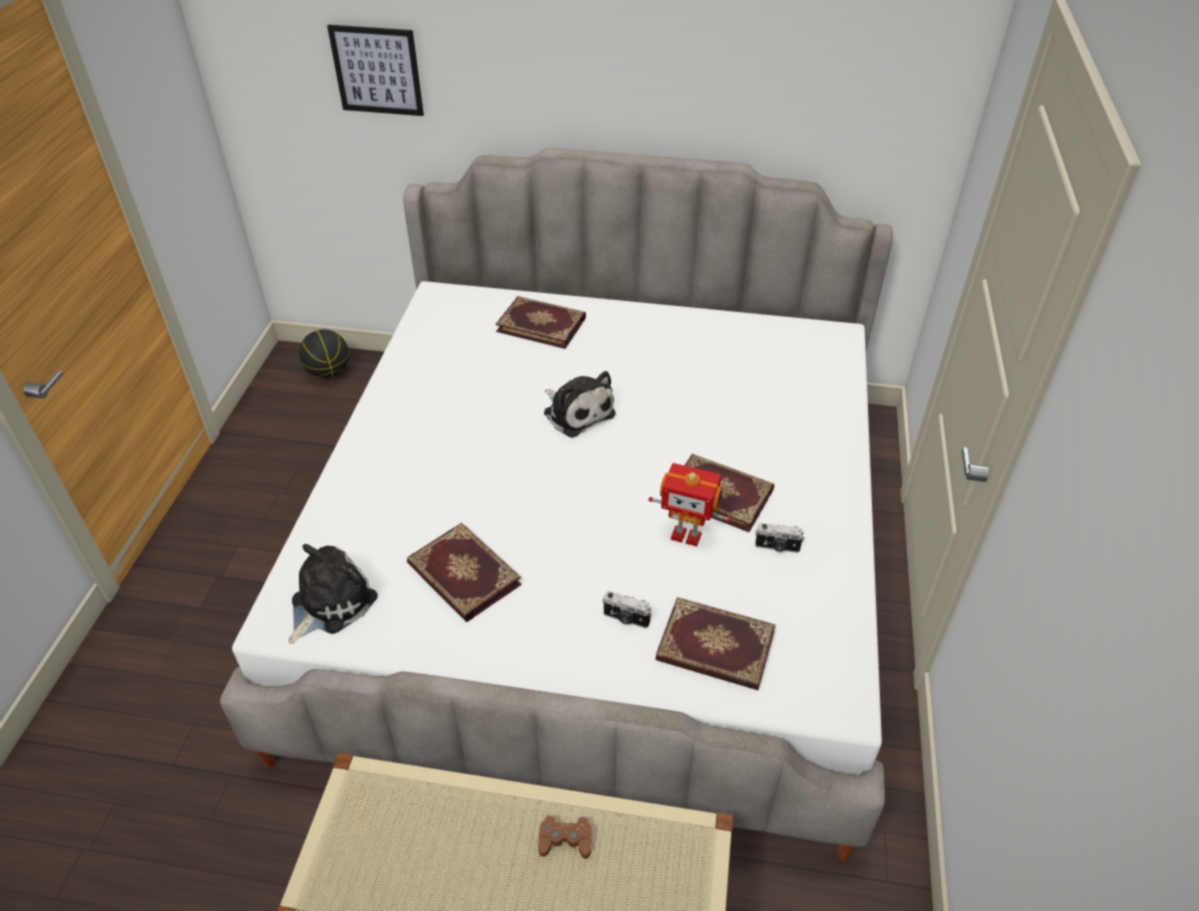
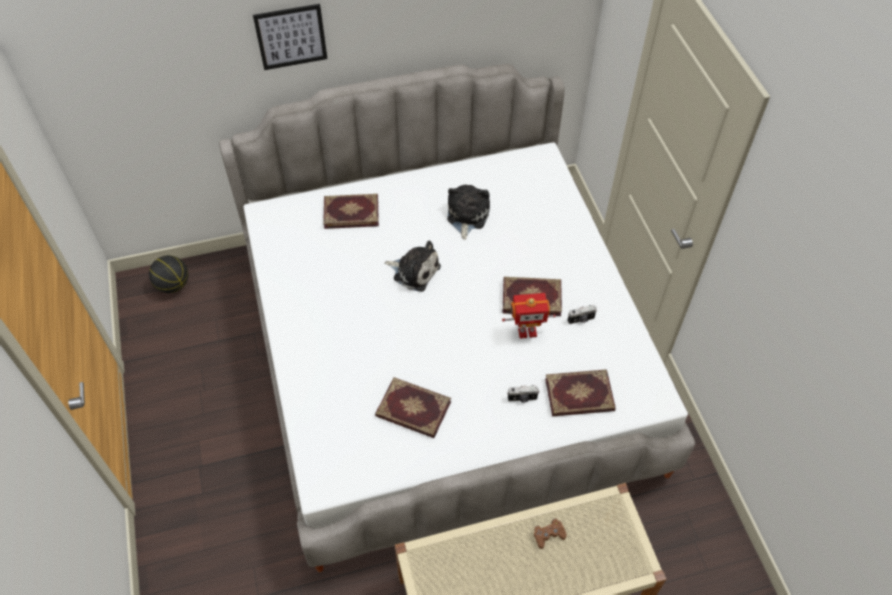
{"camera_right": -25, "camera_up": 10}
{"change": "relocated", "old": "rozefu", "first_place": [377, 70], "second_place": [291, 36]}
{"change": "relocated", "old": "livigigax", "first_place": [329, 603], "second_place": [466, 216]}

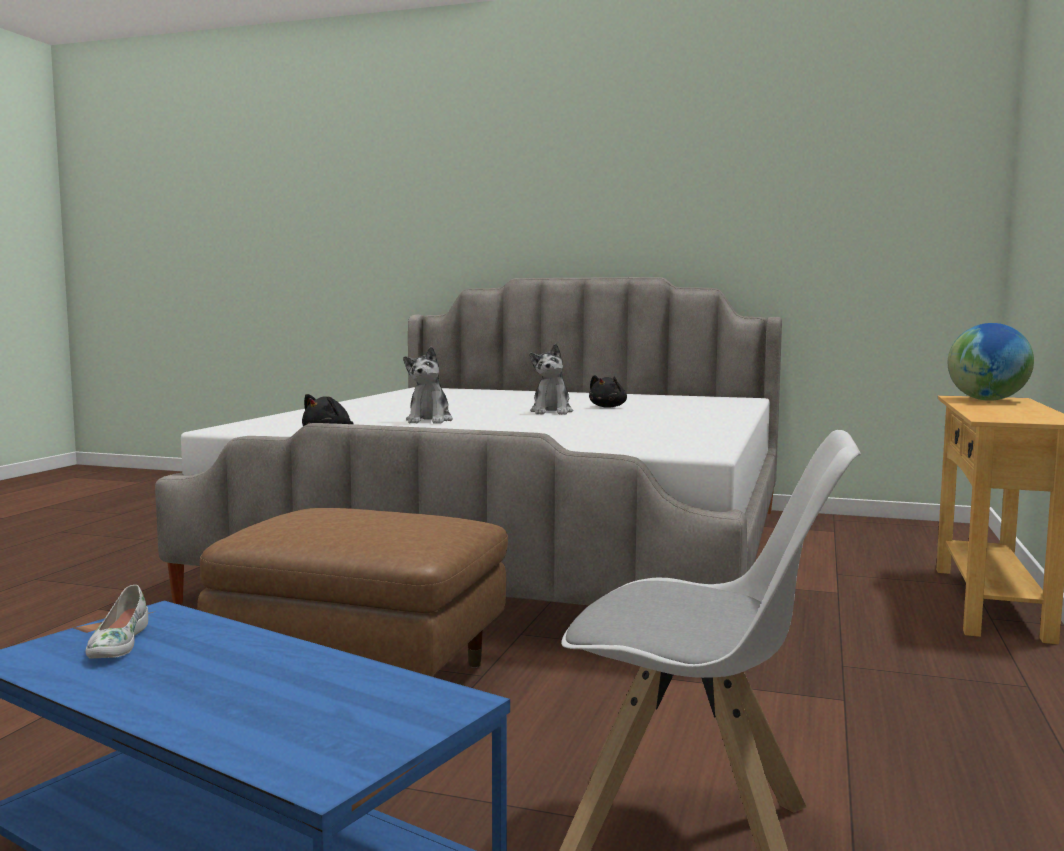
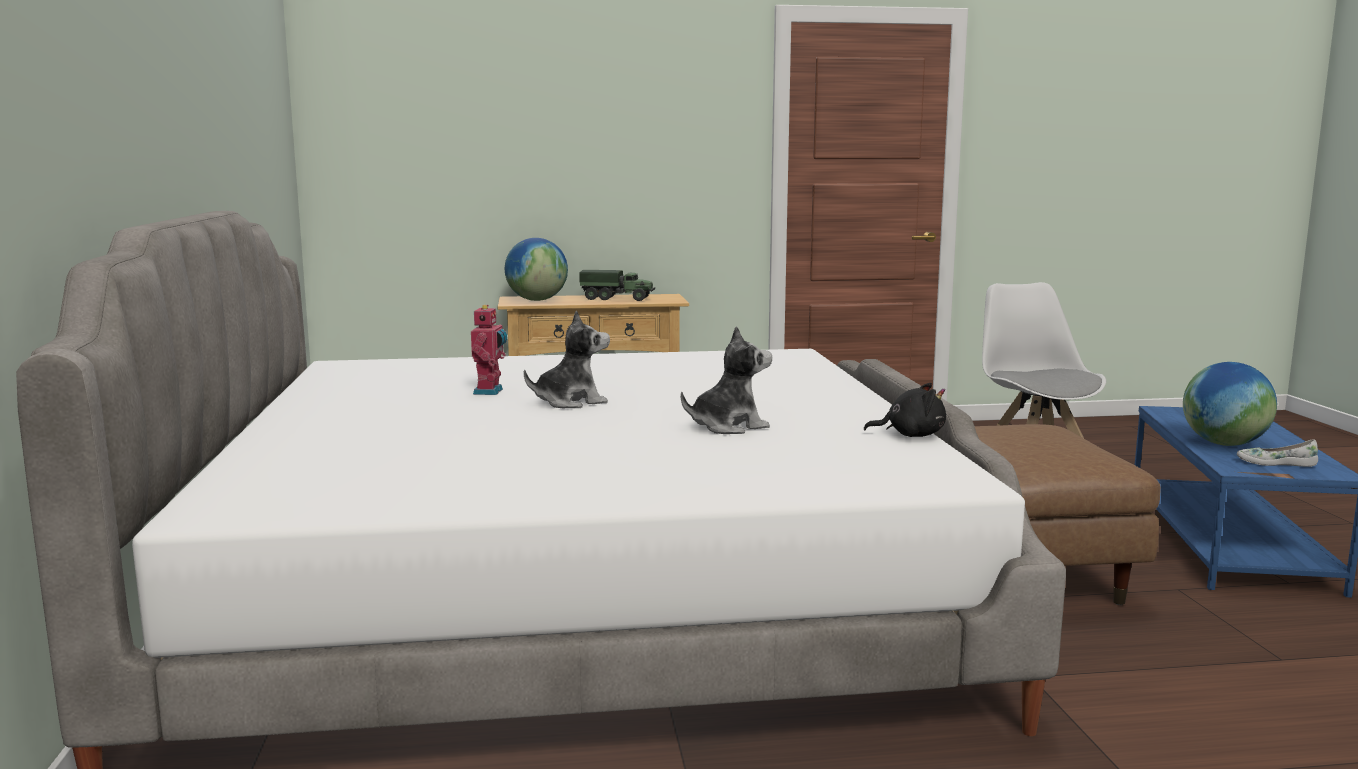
{"camera_right": -115, "camera_up": 5}
{"change": "exchanged", "old": "black livigigax", "new": "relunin", "first_place": [608, 407], "second_place": [490, 391]}
{"change": "spun", "old": "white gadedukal", "first_place": [117, 643], "second_place": [1275, 463], "degrees": -135}
{"change": "appeared", "new": "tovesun", "second_place": [617, 298]}
{"change": "appeared", "new": "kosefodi", "second_place": [1225, 444]}

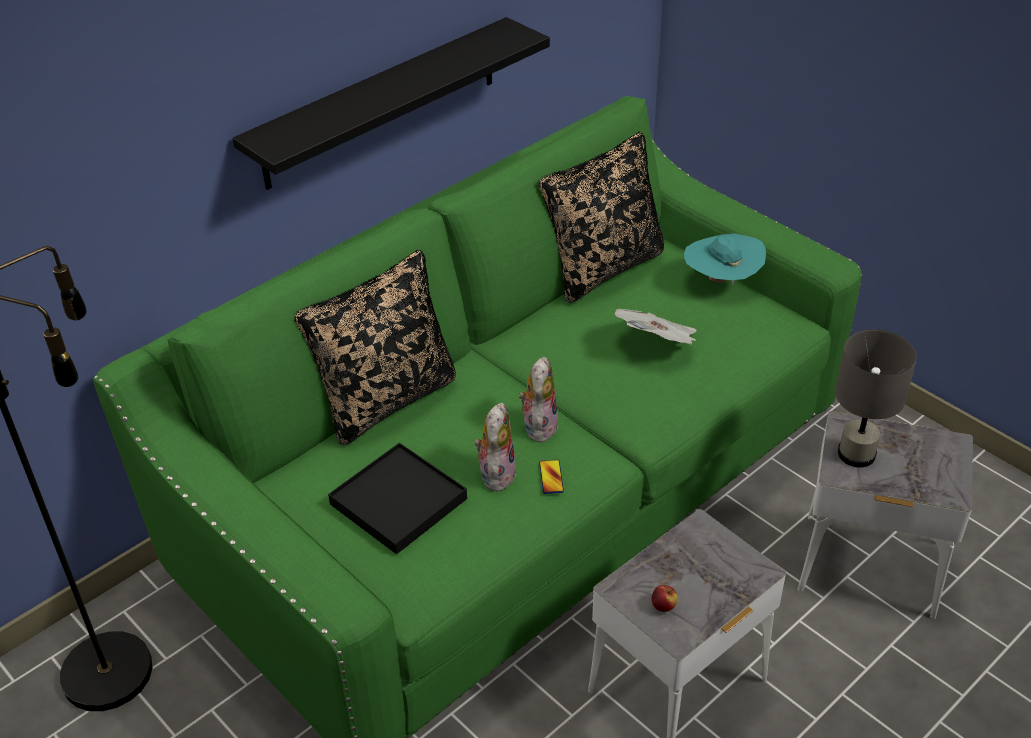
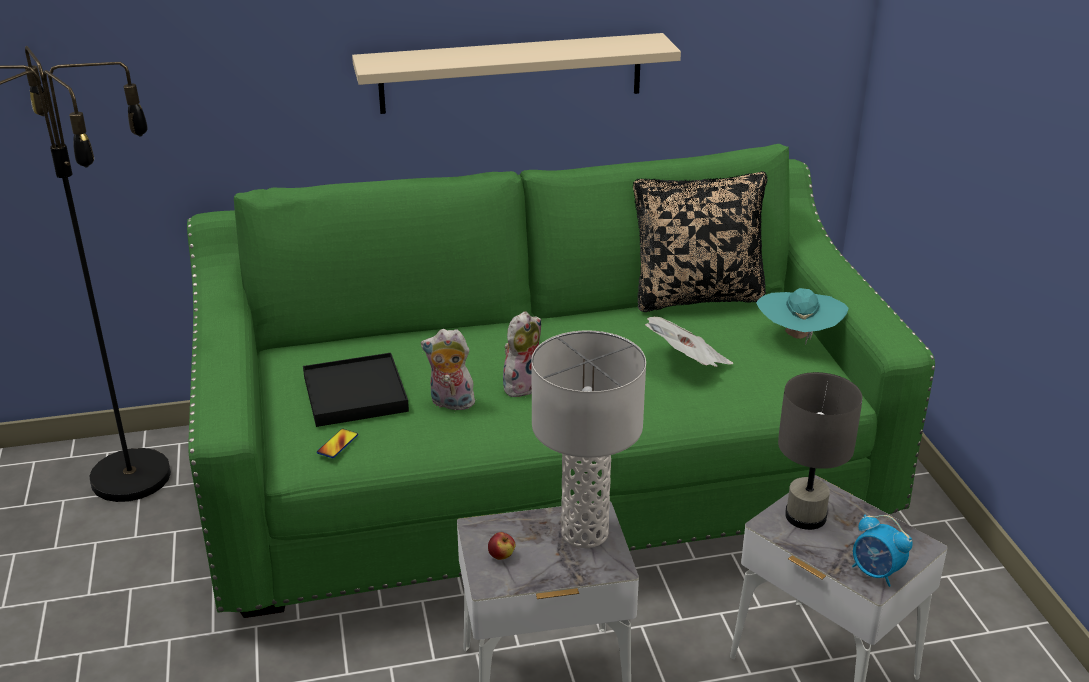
{"camera_right": 30, "camera_up": -10}
{"change": "colour", "old": "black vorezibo", "new": "beige vorezibo", "first_place": [381, 103], "second_place": [511, 73]}
{"change": "missing", "old": "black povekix", "first_place": [389, 402]}
{"change": "spun", "old": "livigigax", "first_place": [496, 473], "second_place": [450, 403], "degrees": -120}
{"change": "relocated", "old": "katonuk", "first_place": [551, 477], "second_place": [337, 444]}
{"change": "appeared", "new": "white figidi", "second_place": [584, 532]}
{"change": "appeared", "new": "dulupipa", "second_place": [876, 573]}

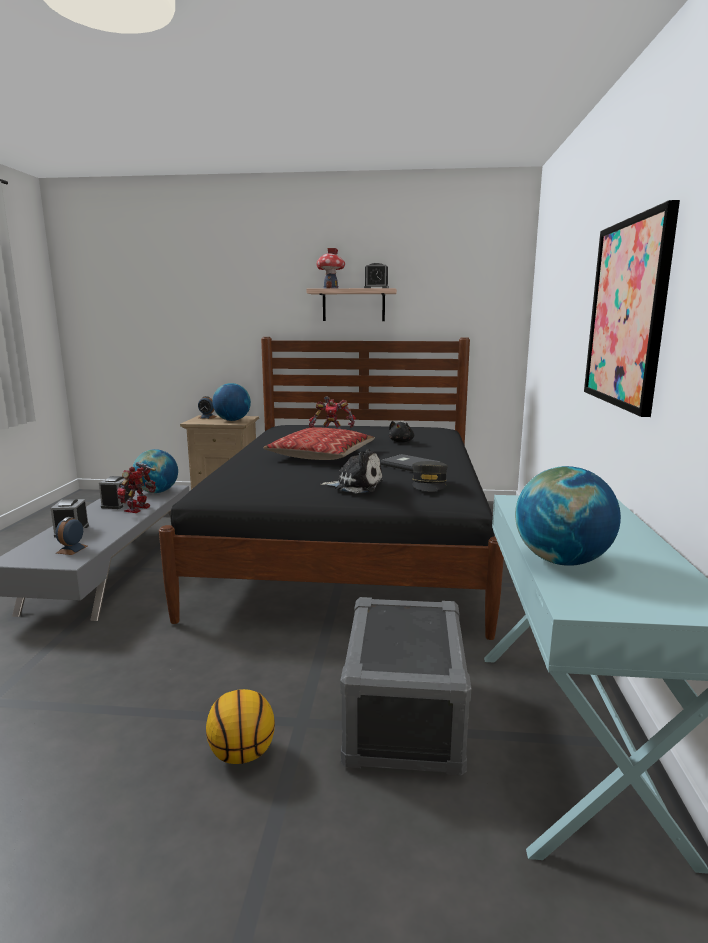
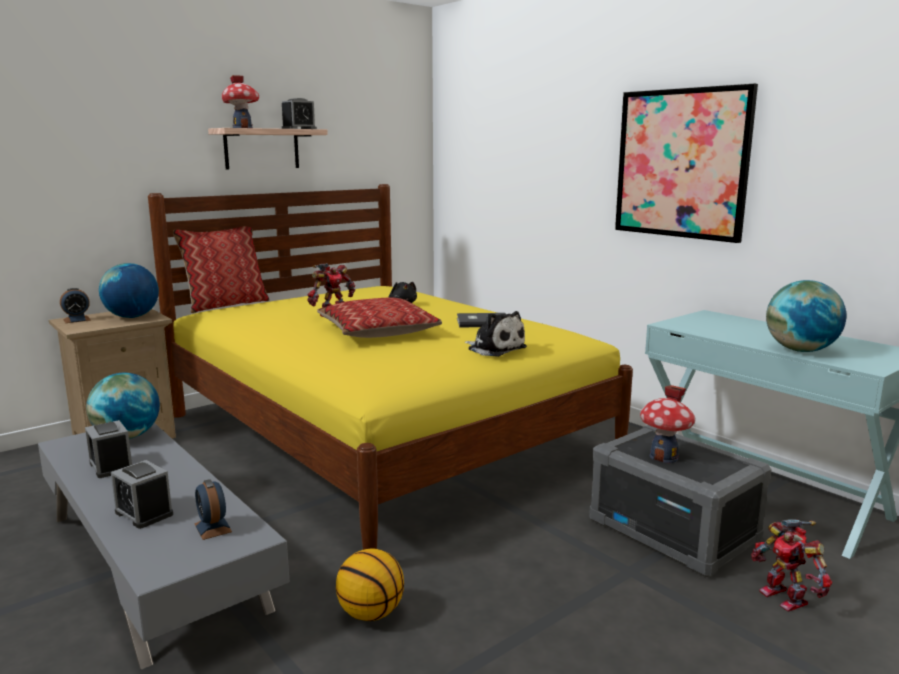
{"camera_right": -45, "camera_up": 0}
{"change": "colour", "old": "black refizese", "new": "yellow refizese", "first_place": [350, 548], "second_place": [381, 436]}
{"change": "spun", "old": "livigigax", "first_place": [355, 485], "second_place": [494, 349], "degrees": 75}
{"change": "missing", "old": "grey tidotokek", "first_place": [429, 484]}
{"change": "relocated", "old": "relunin", "first_place": [139, 509], "second_place": [785, 597]}
{"change": "relocated", "old": "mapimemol", "first_place": [242, 754], "second_place": [371, 613]}
{"change": "appeared", "new": "povekix", "second_place": [226, 305]}
{"change": "appeared", "new": "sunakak", "second_place": [664, 457]}

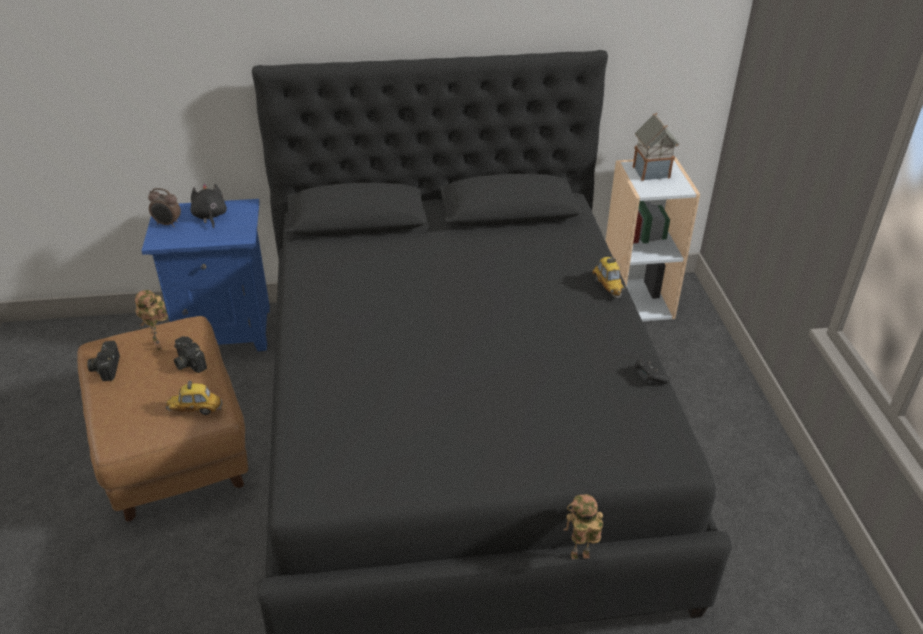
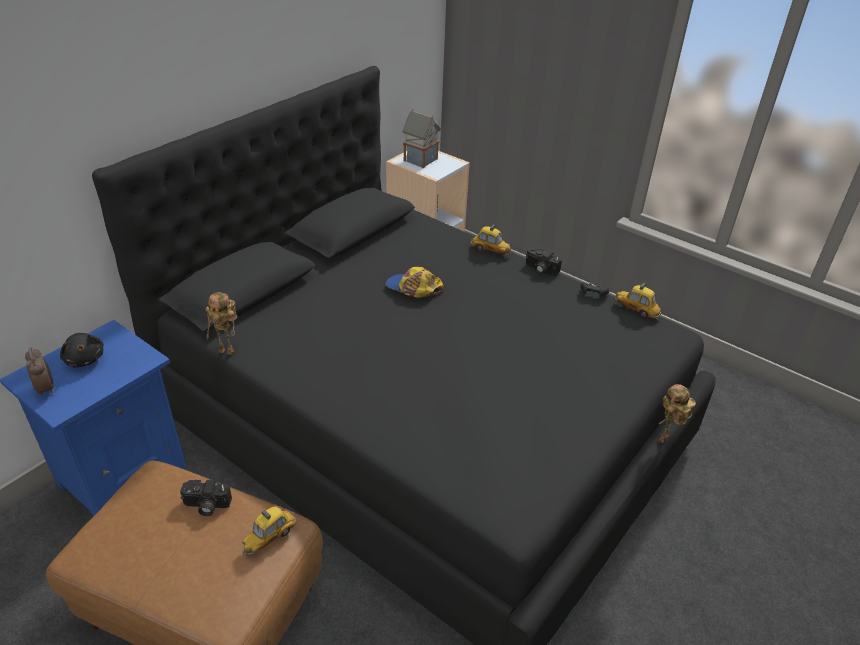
{"camera_right": -45, "camera_up": 0}
{"change": "spun", "old": "black livigigax", "first_place": [210, 216], "second_place": [85, 359], "degrees": -150}
{"change": "spun", "old": "dulupipa", "first_place": [167, 224], "second_place": [46, 388], "degrees": -90}
{"change": "relocated", "old": "relunin", "first_place": [159, 345], "second_place": [228, 350]}
{"change": "relocated", "old": "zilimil", "first_place": [105, 367], "second_place": [540, 269]}
{"change": "appeared", "new": "tidotokek", "second_place": [413, 288]}
{"change": "appeared", "new": "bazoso", "second_place": [636, 310]}

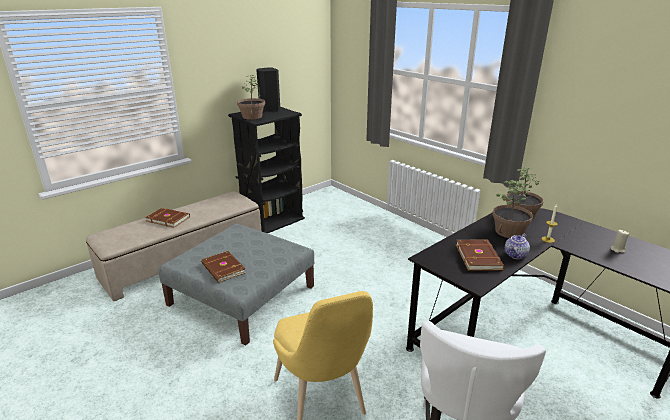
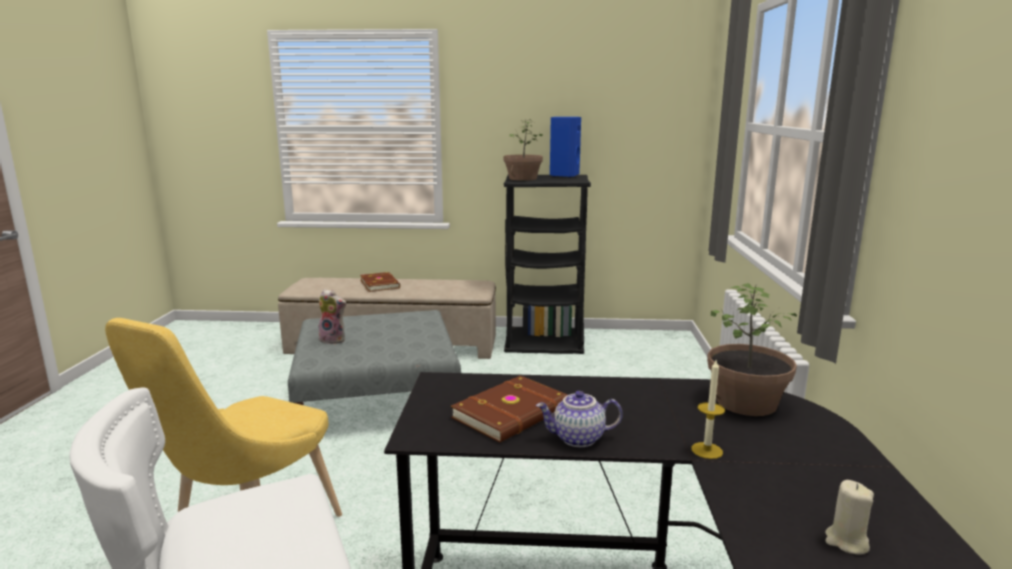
{"camera_right": 45, "camera_up": -10}
{"change": "colour", "old": "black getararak", "new": "blue getararak", "first_place": [269, 109], "second_place": [564, 176]}
{"change": "missing", "old": "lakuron", "first_place": [509, 232]}
{"change": "exchanged", "old": "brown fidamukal", "new": "livigigax", "first_place": [222, 269], "second_place": [334, 339]}

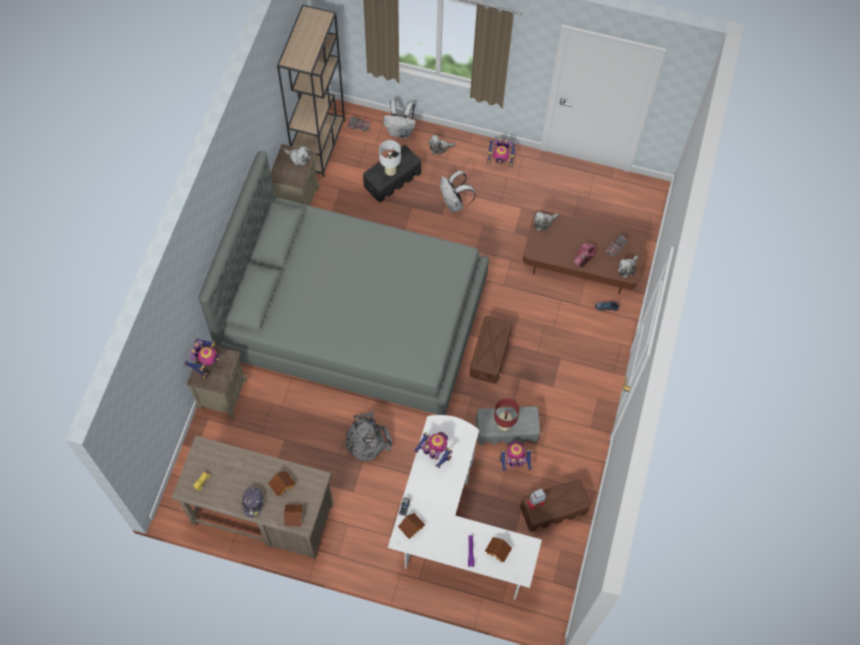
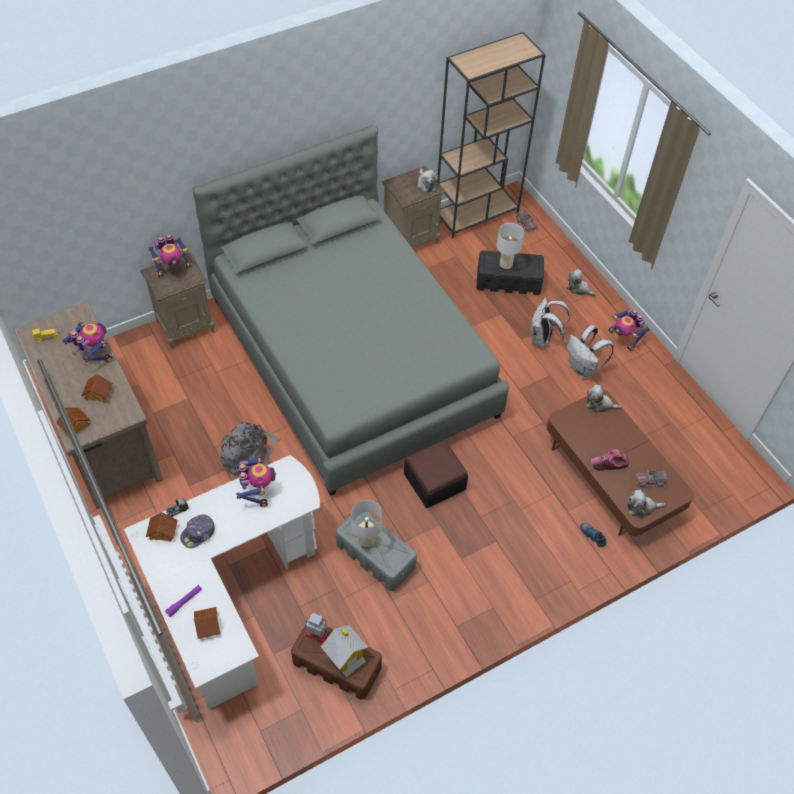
{"camera_right": 45, "camera_up": -10}
{"change": "relocated", "old": "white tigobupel", "first_place": [400, 131], "second_place": [583, 369]}
{"change": "exchanged", "old": "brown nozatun", "new": "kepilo", "first_place": [490, 354], "second_place": [434, 481]}
{"change": "colour", "old": "red figidi", "new": "white figidi", "first_place": [504, 425], "second_place": [367, 541]}
{"change": "relocated", "old": "relunin", "first_place": [514, 462], "second_place": [93, 354]}
{"change": "relocated", "old": "tidotokek", "first_place": [253, 503], "second_place": [198, 533]}
{"change": "appeared", "new": "sunakak", "second_place": [345, 656]}

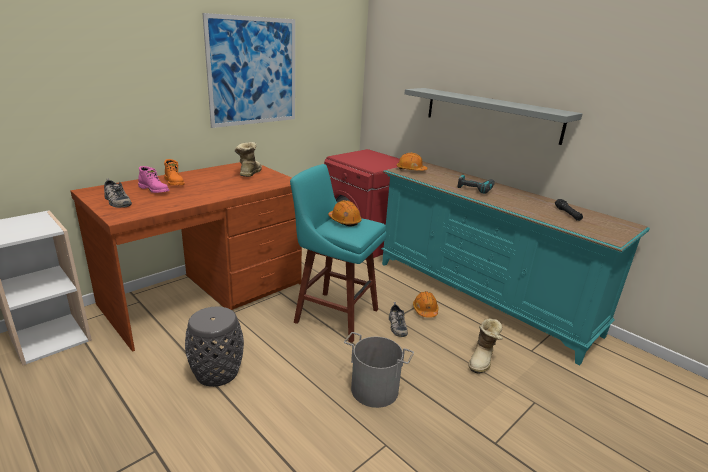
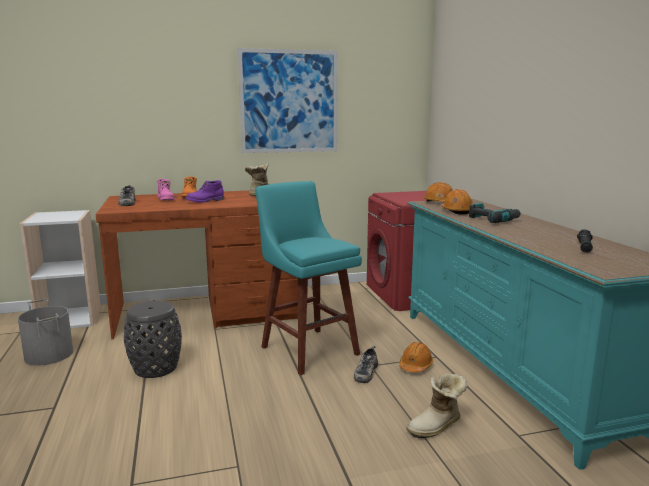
{"camera_right": 30, "camera_up": -10}
{"change": "missing", "old": "grey vorezibo", "first_place": [490, 114]}
{"change": "relocated", "old": "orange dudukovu", "first_place": [344, 221], "second_place": [457, 211]}
{"change": "relocated", "old": "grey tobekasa", "first_place": [375, 389], "second_place": [49, 354]}
{"change": "appeared", "new": "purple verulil", "second_place": [205, 201]}

